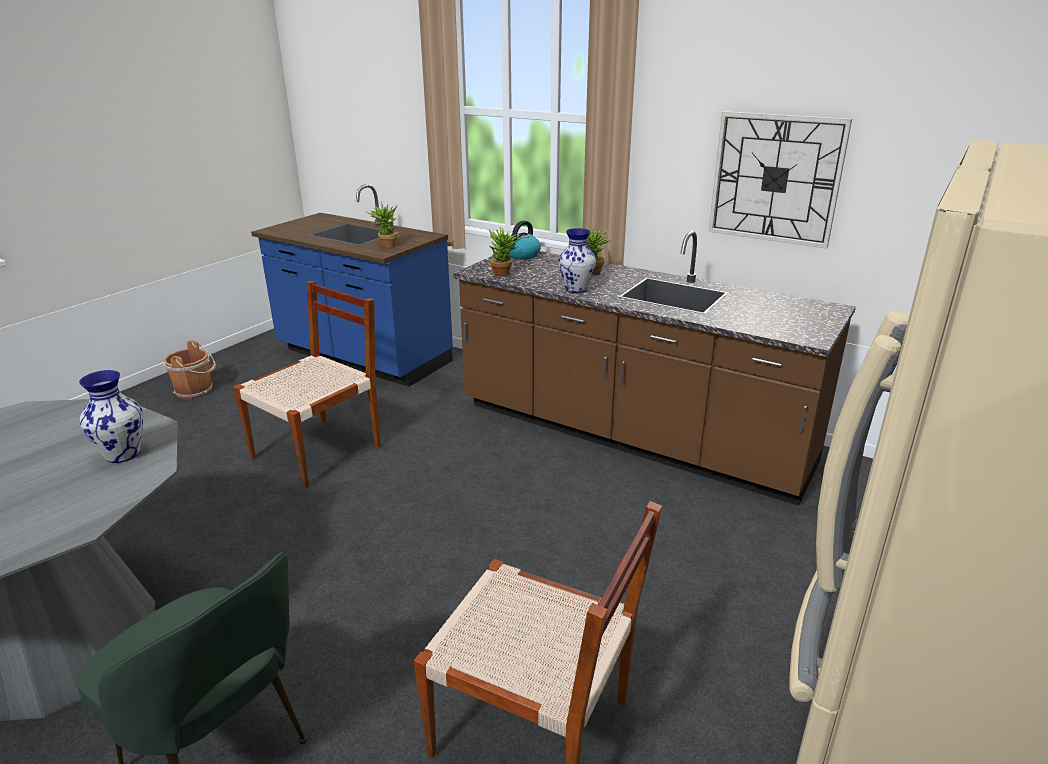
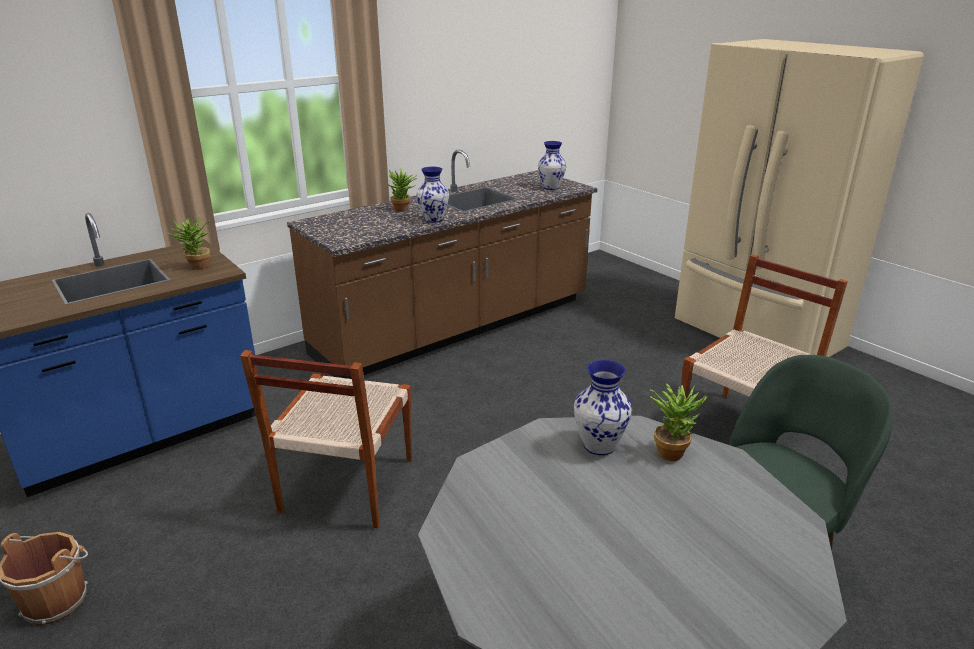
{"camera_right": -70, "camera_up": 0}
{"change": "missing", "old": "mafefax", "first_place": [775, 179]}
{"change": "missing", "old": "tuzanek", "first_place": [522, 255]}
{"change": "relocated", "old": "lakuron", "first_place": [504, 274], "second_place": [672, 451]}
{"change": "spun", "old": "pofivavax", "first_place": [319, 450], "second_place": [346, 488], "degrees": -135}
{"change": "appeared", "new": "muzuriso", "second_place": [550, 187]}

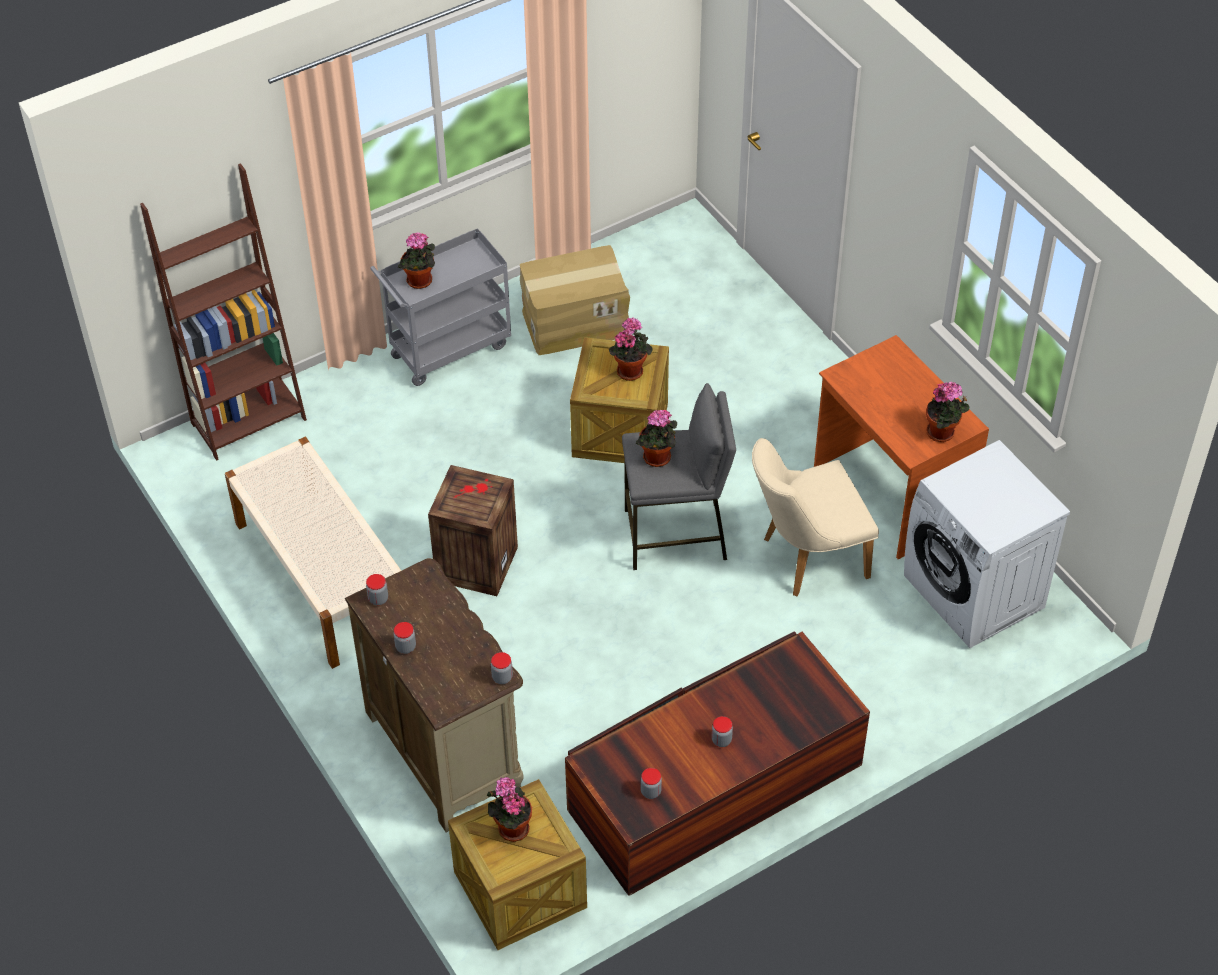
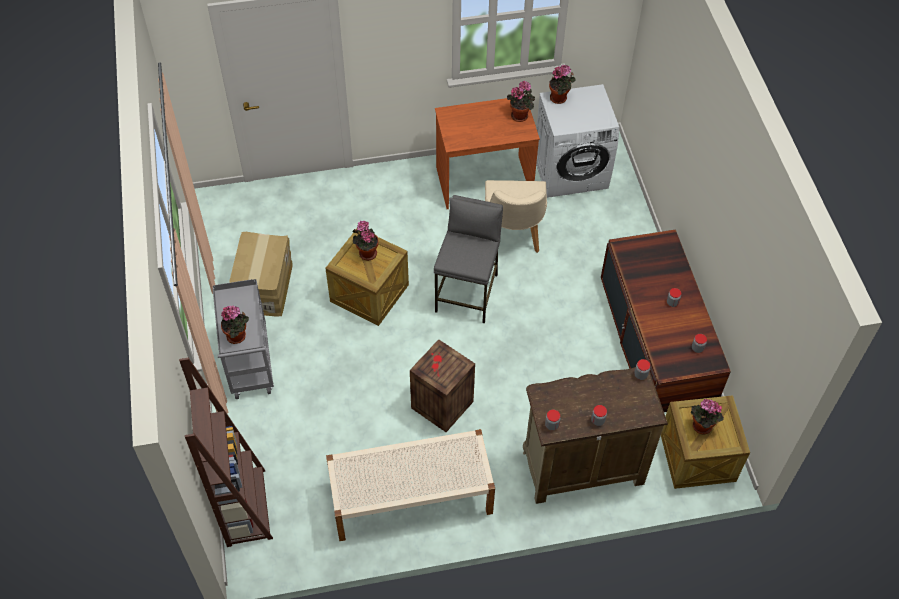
{"camera_right": -70, "camera_up": 5}
{"change": "relocated", "old": "lakuron", "first_place": [657, 459], "second_place": [560, 98]}

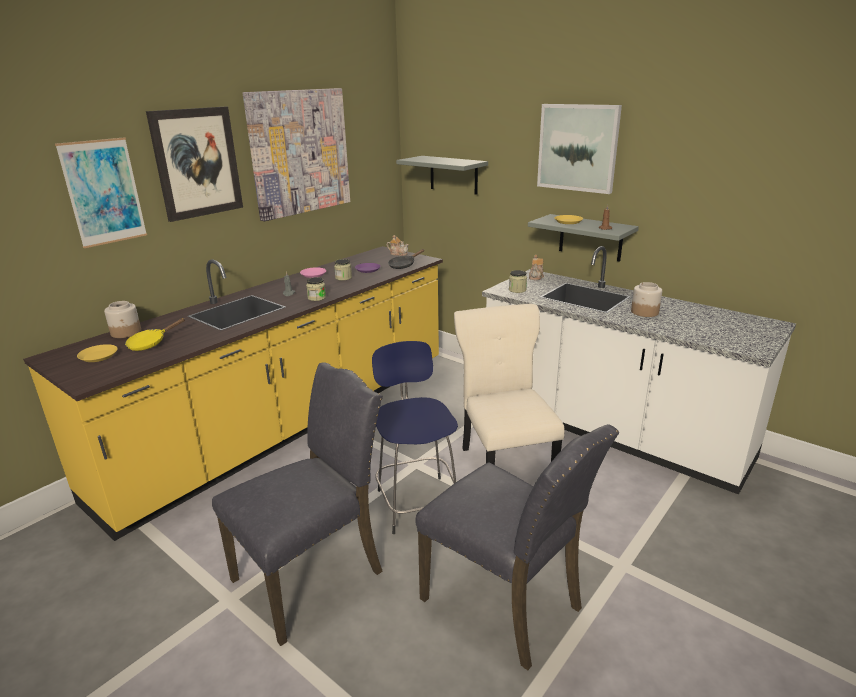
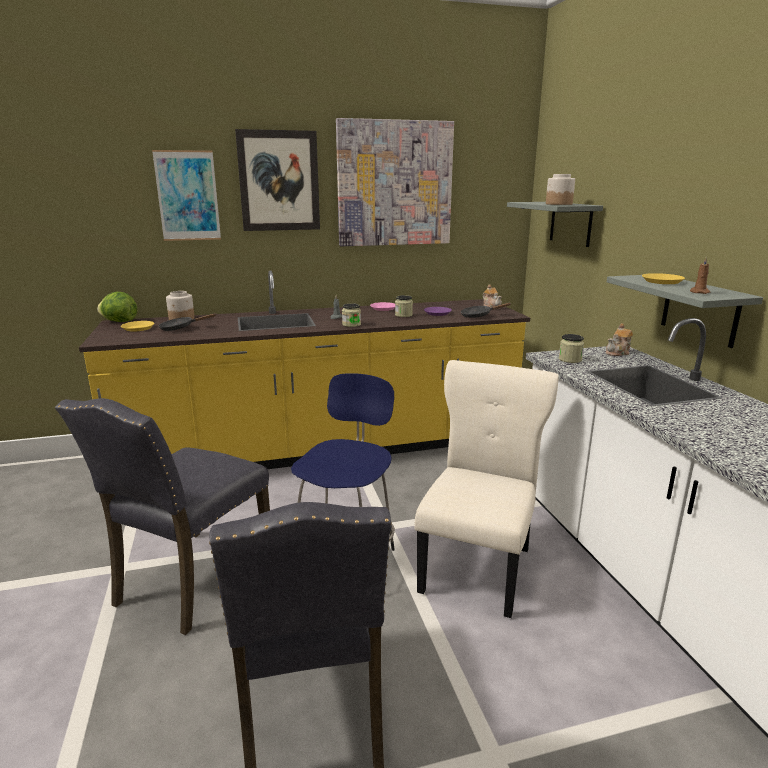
{"camera_right": 35, "camera_up": -5}
{"change": "missing", "old": "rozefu", "first_place": [578, 148]}
{"change": "relocated", "old": "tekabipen", "first_place": [644, 312], "second_place": [558, 204]}
{"change": "colour", "old": "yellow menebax", "new": "black menebax", "first_place": [150, 343], "second_place": [180, 328]}
{"change": "spun", "old": "grey pofivavax", "first_place": [312, 575], "second_place": [191, 581], "degrees": 120}
{"change": "appeared", "new": "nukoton", "second_place": [119, 321]}

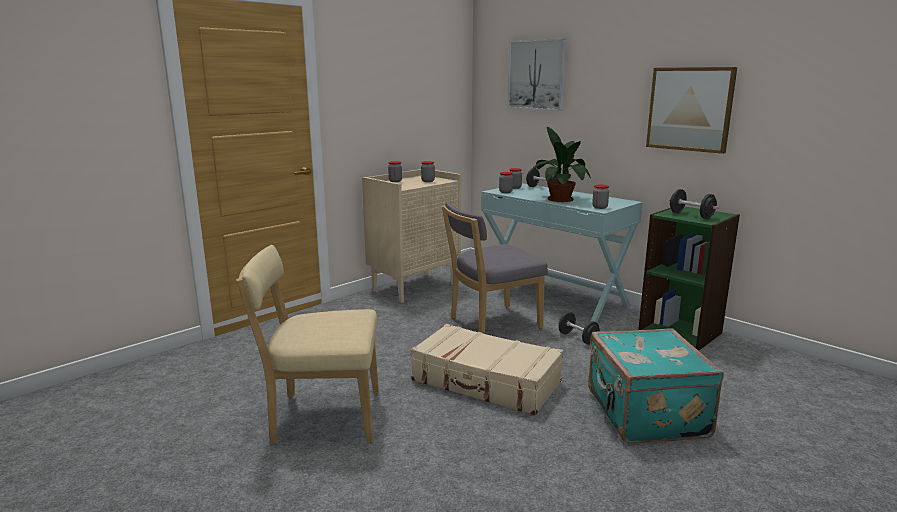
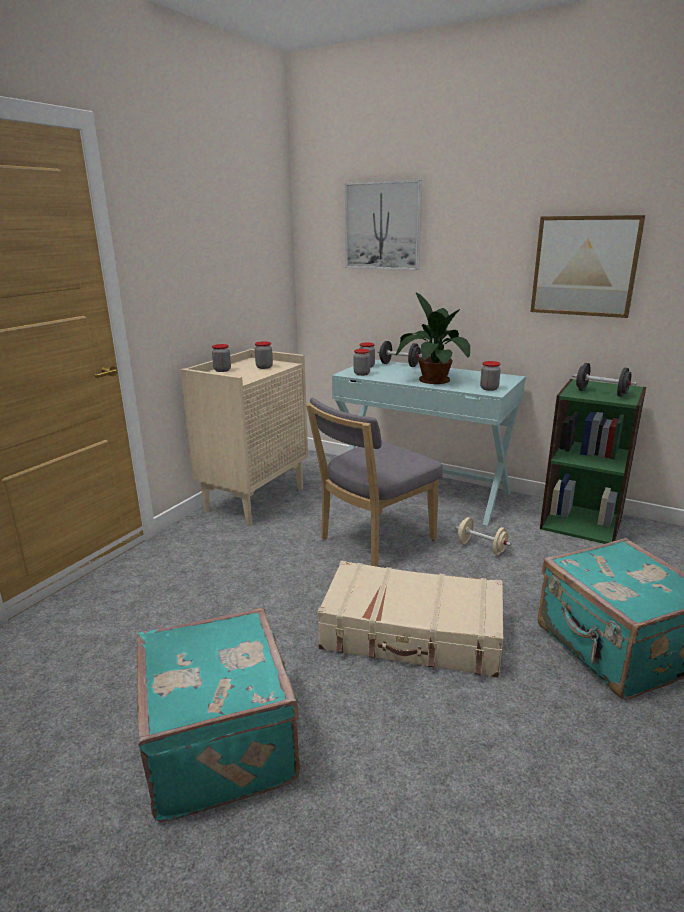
{"camera_right": -15, "camera_up": 5}
{"change": "exchanged", "old": "beige pofivavax", "new": "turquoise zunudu", "first_place": [321, 417], "second_place": [223, 742]}
{"change": "colour", "old": "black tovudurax", "new": "beige tovudurax", "first_place": [578, 338], "second_place": [481, 547]}

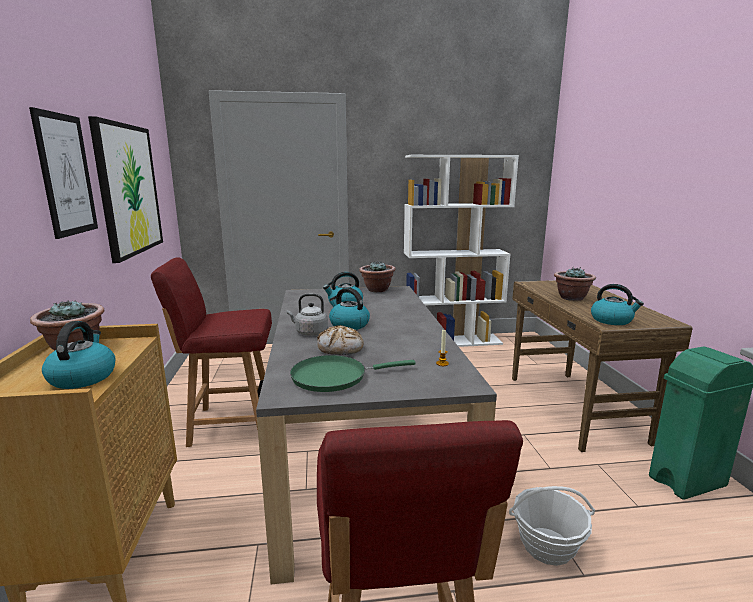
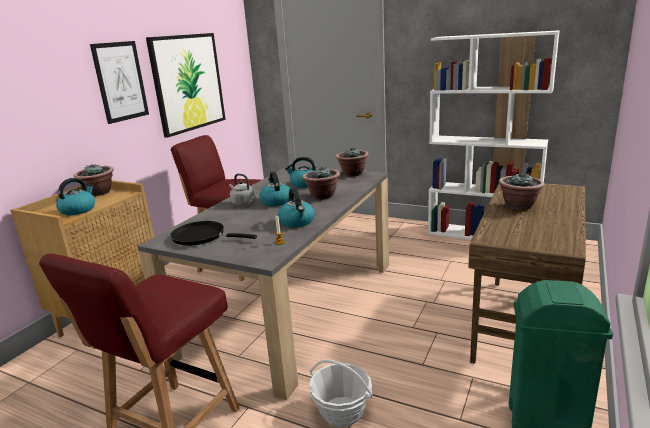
{"camera_right": 35, "camera_up": 5}
{"change": "relocated", "old": "tuzanek", "first_place": [612, 320], "second_place": [297, 222]}
{"change": "missing", "old": "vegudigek", "first_place": [341, 348]}
{"change": "colour", "old": "green menebax", "new": "black menebax", "first_place": [334, 377], "second_place": [202, 237]}
{"change": "appeared", "new": "lakuron", "second_place": [322, 196]}

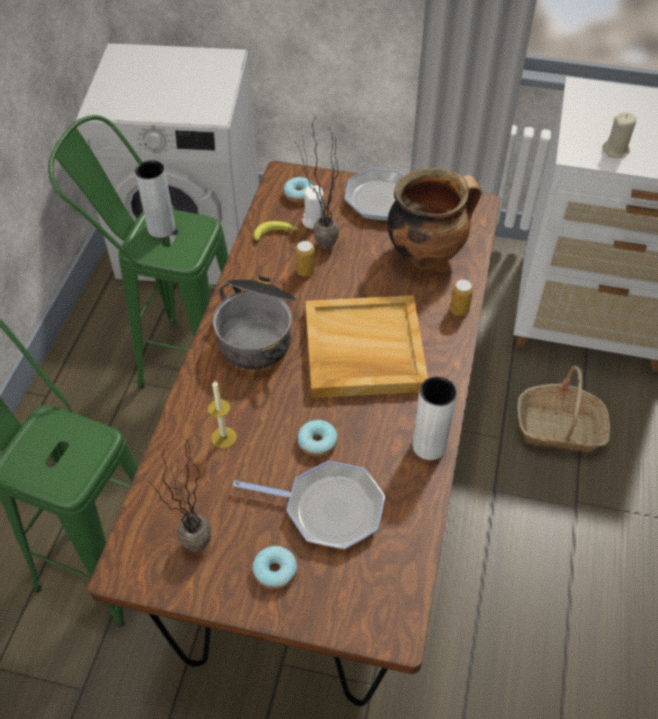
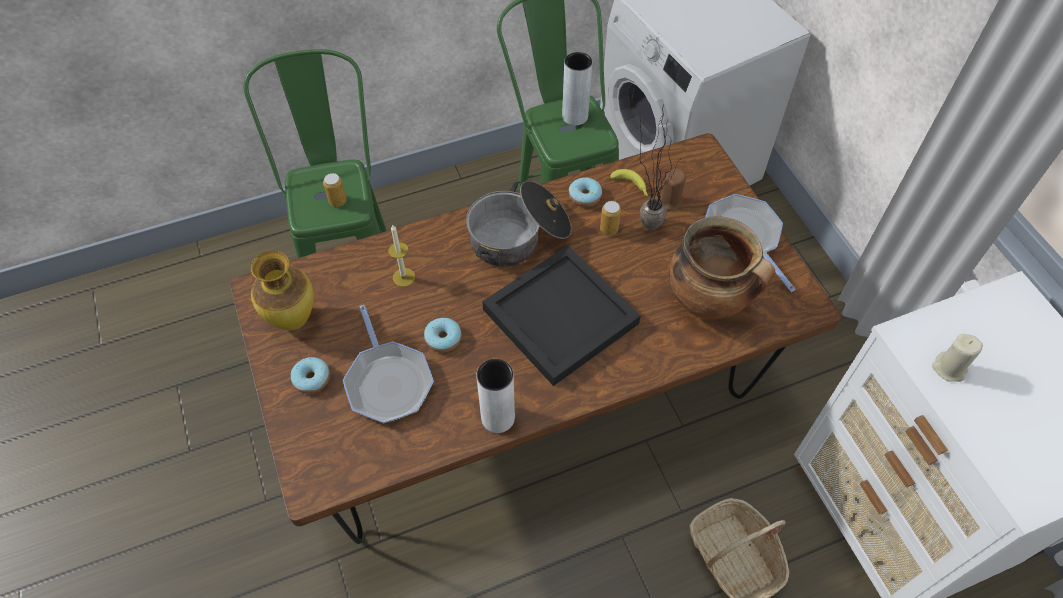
{"camera_right": 55, "camera_up": 5}
{"change": "relocated", "old": "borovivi", "first_place": [299, 195], "second_place": [584, 196]}
{"change": "colour", "old": "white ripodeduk", "new": "brown ripodeduk", "first_place": [313, 220], "second_place": [670, 201]}
{"change": "relocated", "old": "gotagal", "first_place": [459, 310], "second_place": [338, 201]}
{"change": "colour", "old": "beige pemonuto", "new": "black pemonuto", "first_place": [363, 350], "second_place": [559, 316]}
{"change": "exchanged", "old": "lakuron", "new": "muzuriso", "first_place": [193, 553], "second_place": [294, 320]}

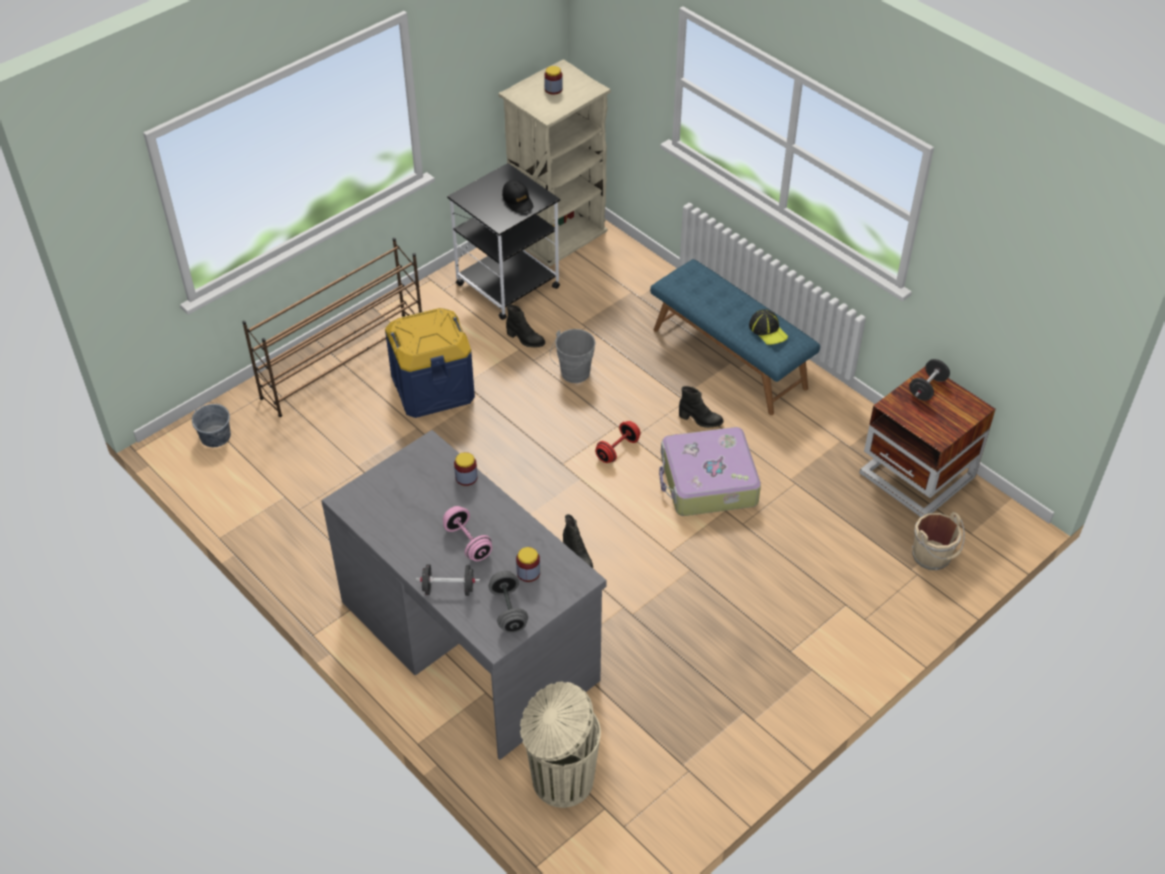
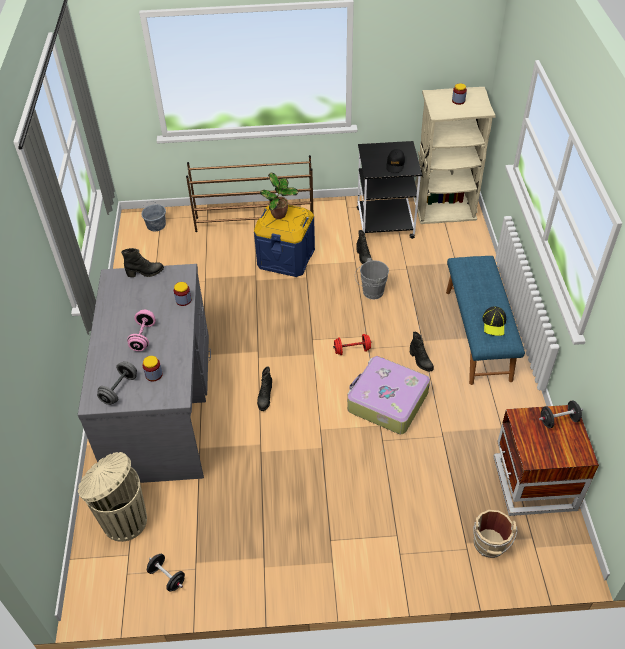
{"camera_right": 40, "camera_up": 0}
{"change": "relocated", "old": "black tovudurax", "first_place": [448, 589], "second_place": [167, 577]}
{"change": "appeared", "new": "lakuron", "second_place": [280, 215]}
{"change": "appeared", "new": "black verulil", "second_place": [145, 273]}

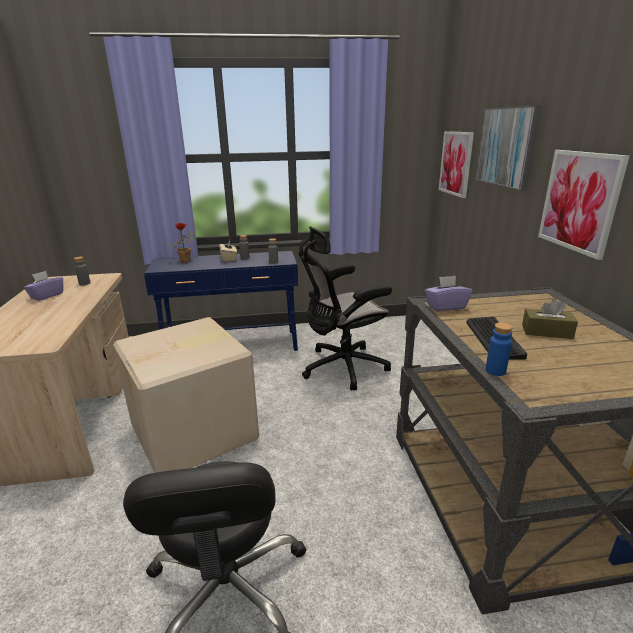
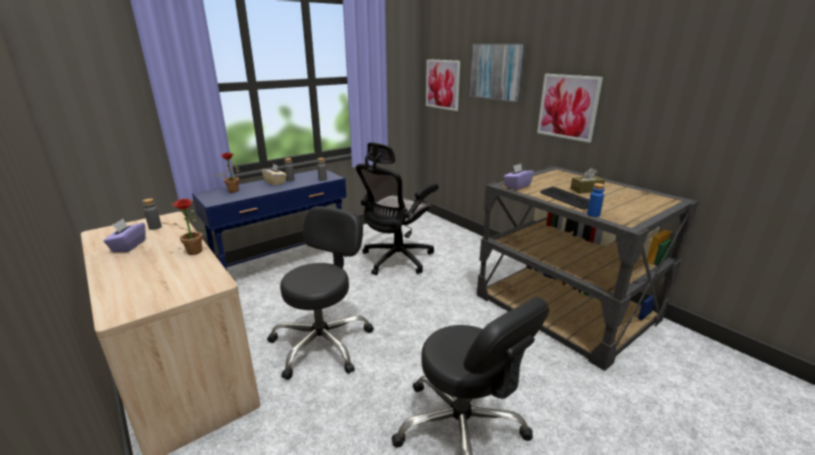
{"camera_right": -30, "camera_up": 0}
{"change": "exchanged", "old": "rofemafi", "new": "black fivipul", "first_place": [196, 432], "second_place": [324, 341]}
{"change": "appeared", "new": "lakuron", "second_place": [191, 253]}

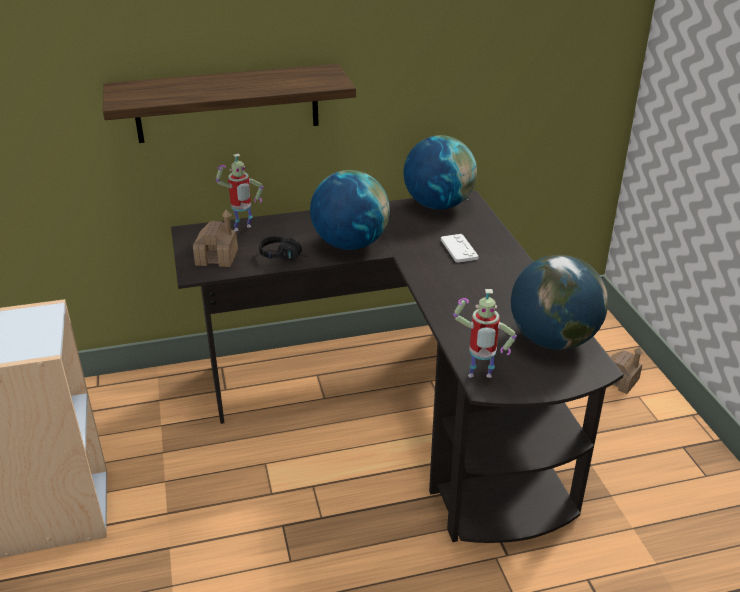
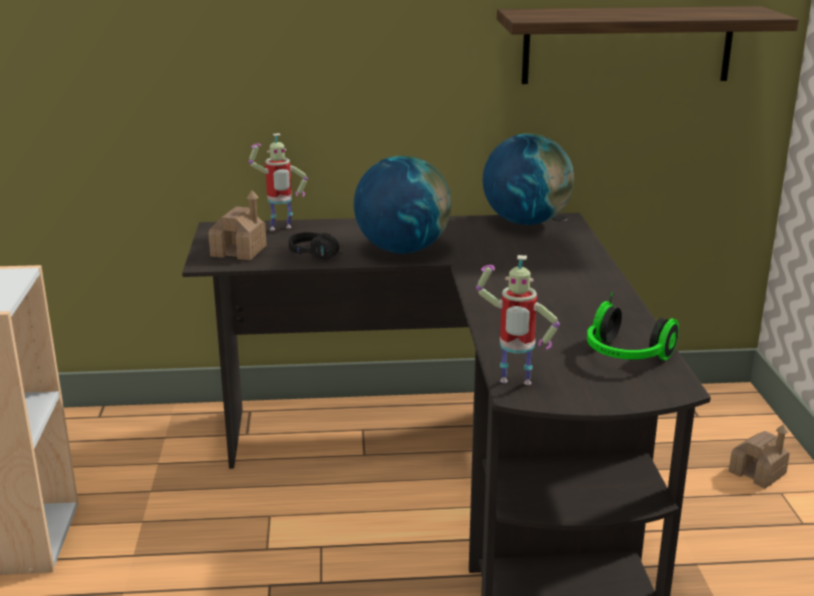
{"camera_right": 10, "camera_up": -10}
{"change": "relocated", "old": "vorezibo", "first_place": [227, 103], "second_place": [627, 45]}
{"change": "missing", "old": "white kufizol", "first_place": [459, 249]}
{"change": "exchanged", "old": "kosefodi", "new": "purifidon", "first_place": [552, 340], "second_place": [625, 356]}

